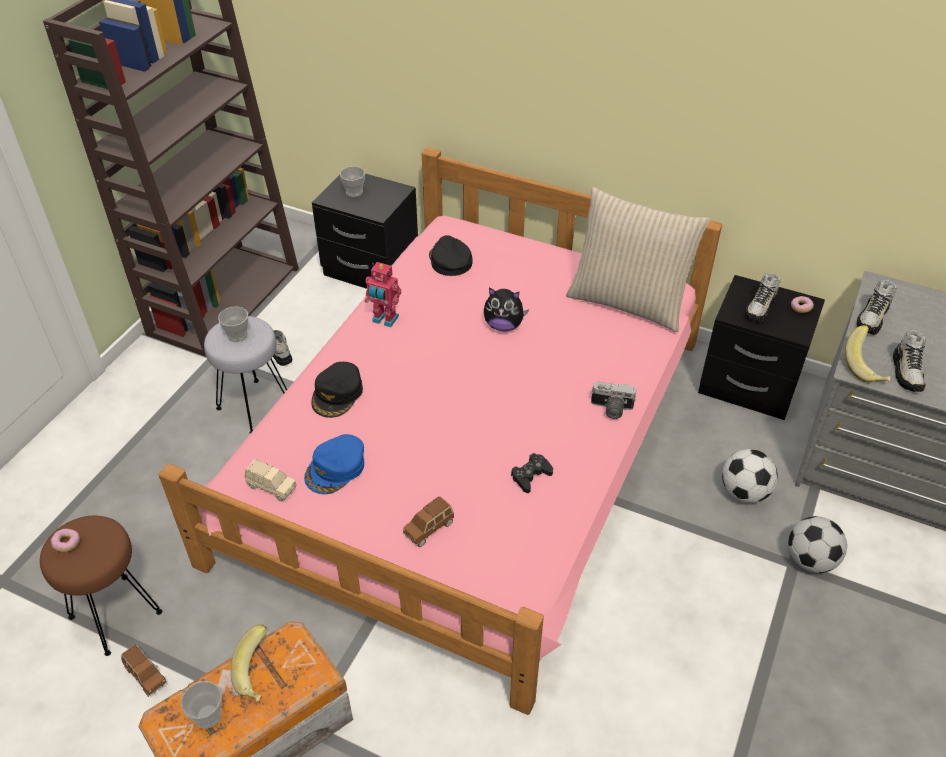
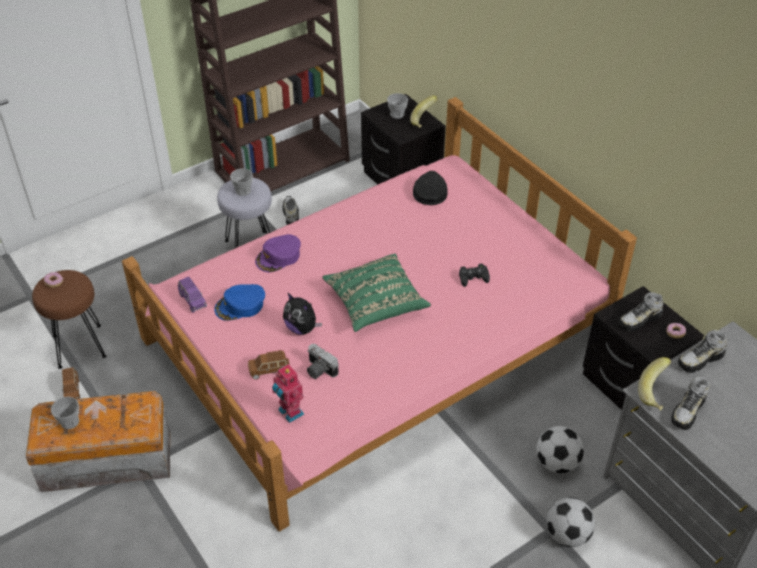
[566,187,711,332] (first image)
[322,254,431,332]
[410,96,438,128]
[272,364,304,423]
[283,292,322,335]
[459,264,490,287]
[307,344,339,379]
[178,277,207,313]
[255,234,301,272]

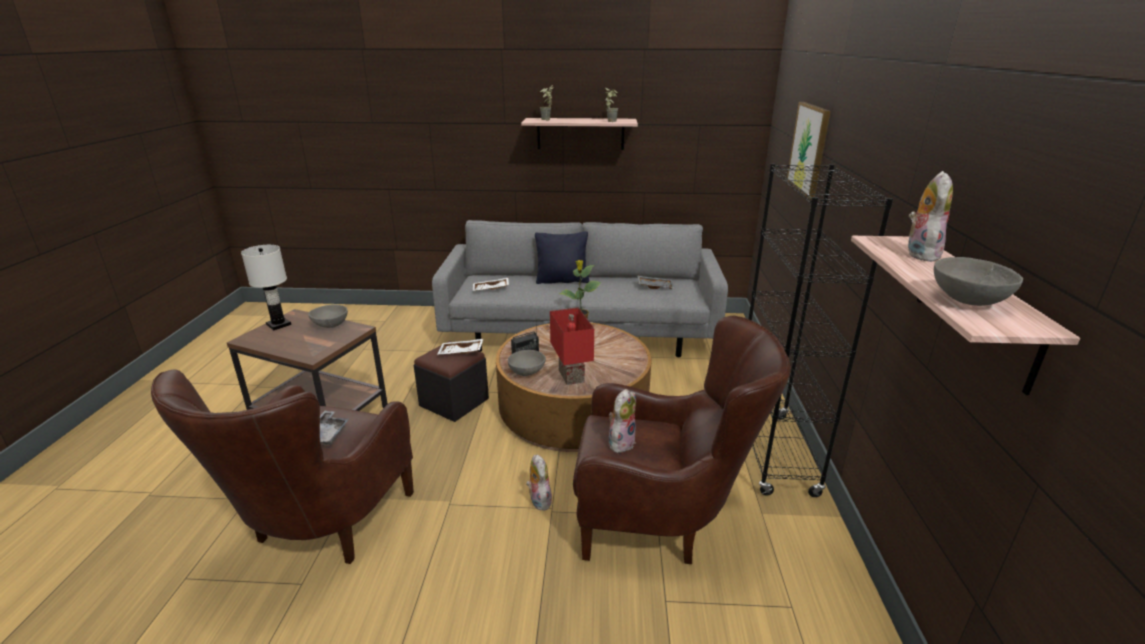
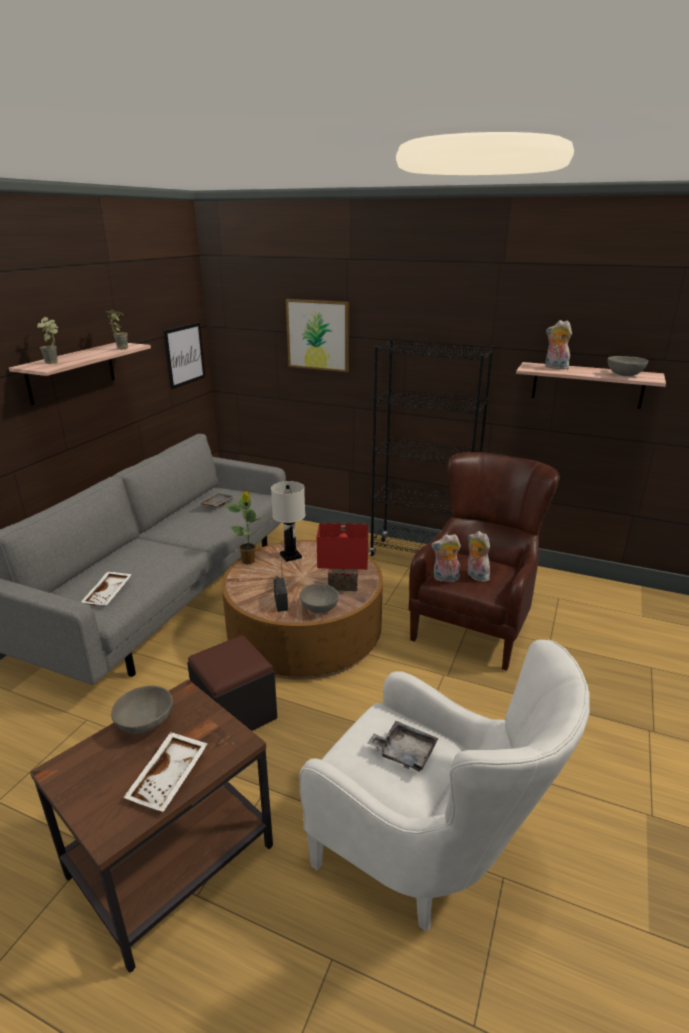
[535,231,589,284] (first image)
[163,322,205,389]
[271,481,305,562]
[123,732,208,812]
[431,534,461,582]
[299,640,590,932]

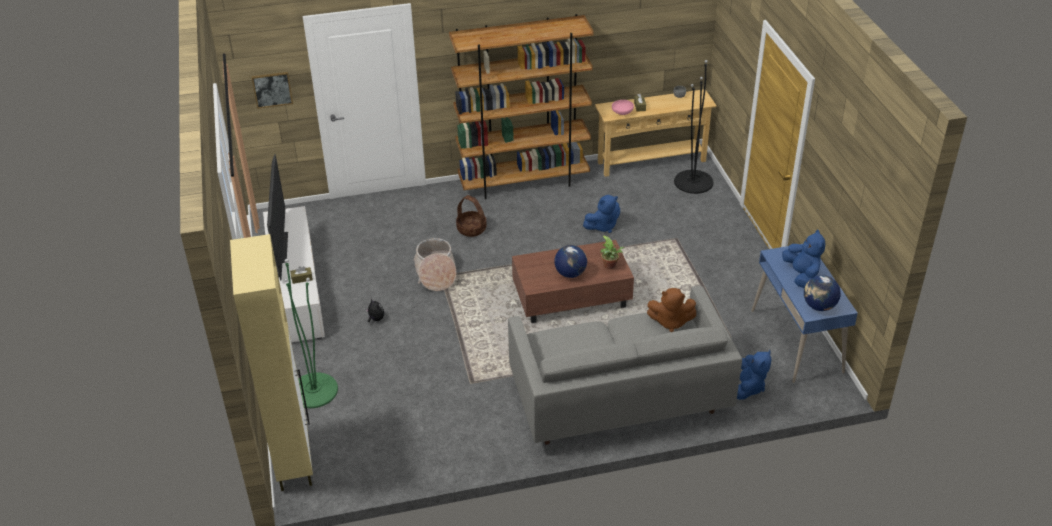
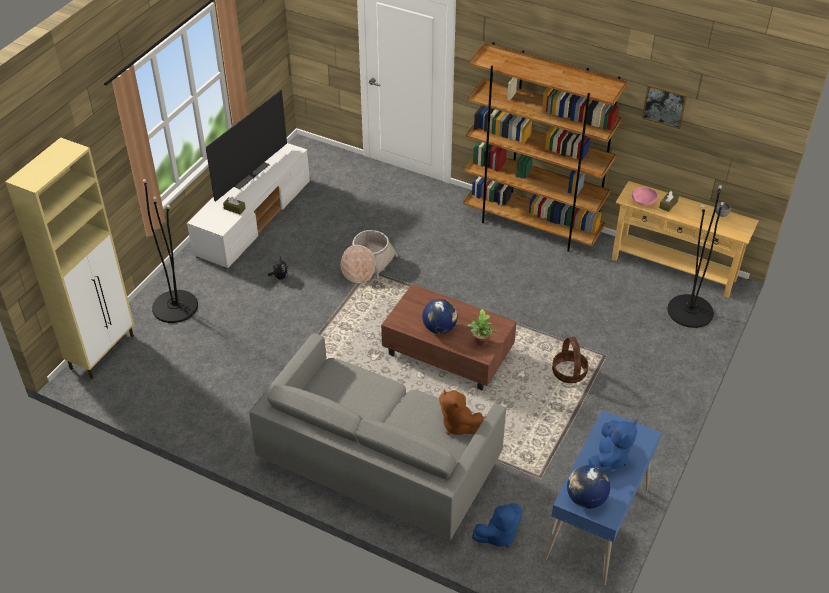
[583,195,620,233] (first image)
[642,84,687,129]
[552,337,589,383]
[143,179,198,323]

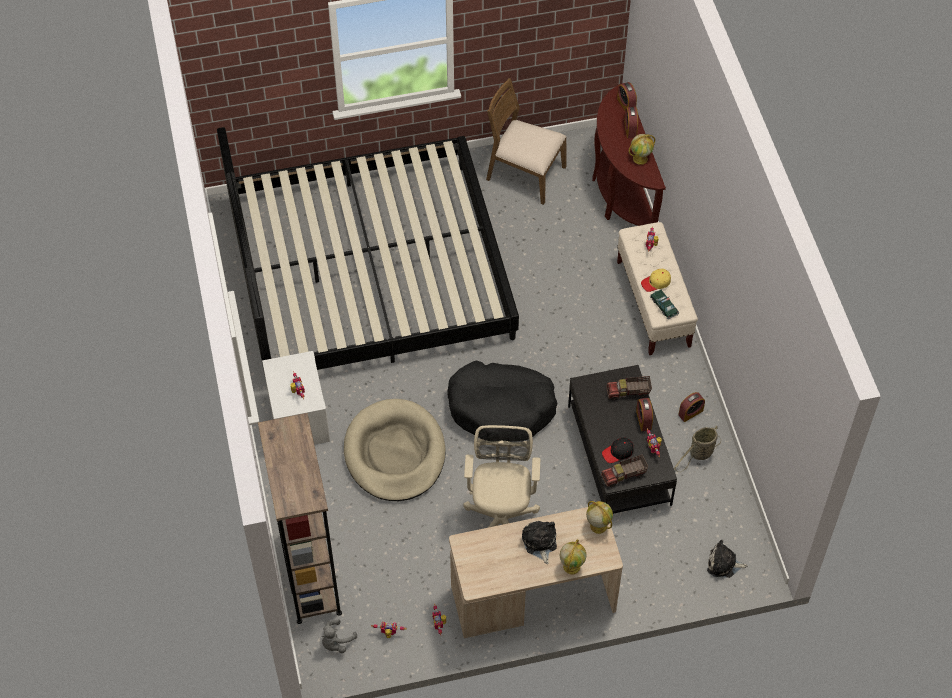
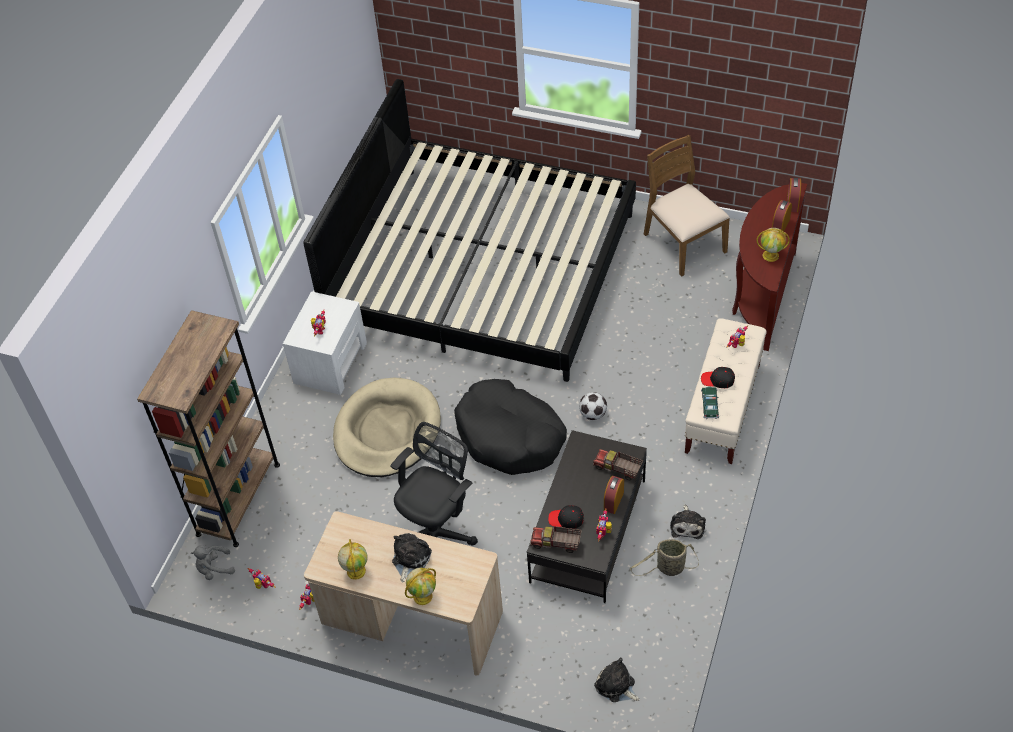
[579,392,607,420]
[338,539,368,580]
[670,504,706,539]
[390,422,478,546]
[701,367,735,388]

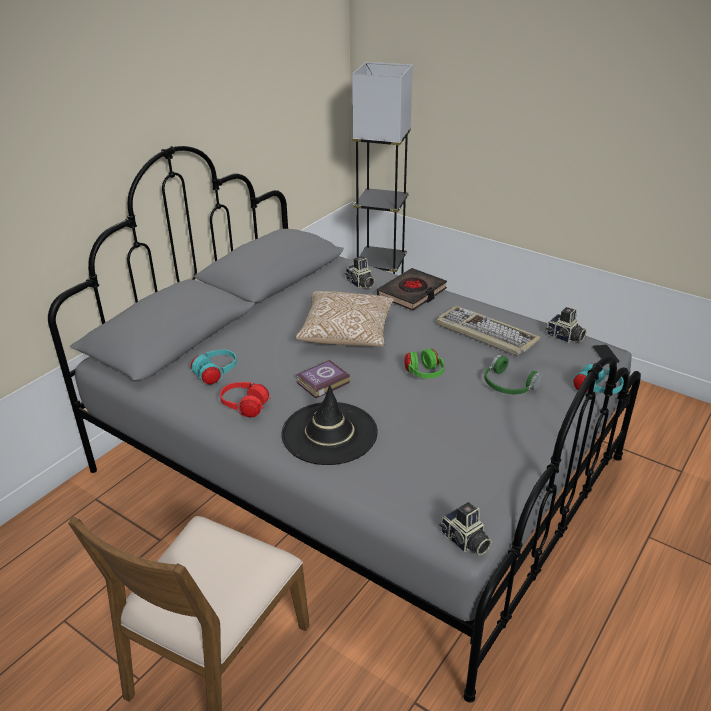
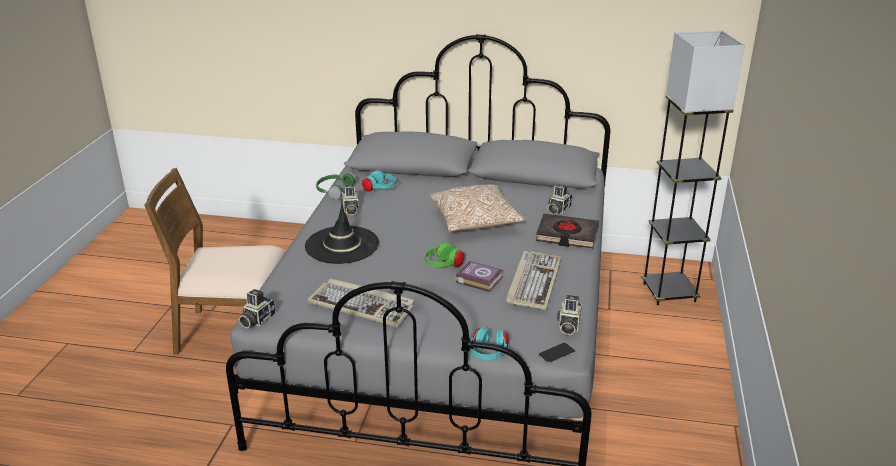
[307,278,414,327]
[456,261,503,292]
[316,172,356,199]
[341,184,359,215]

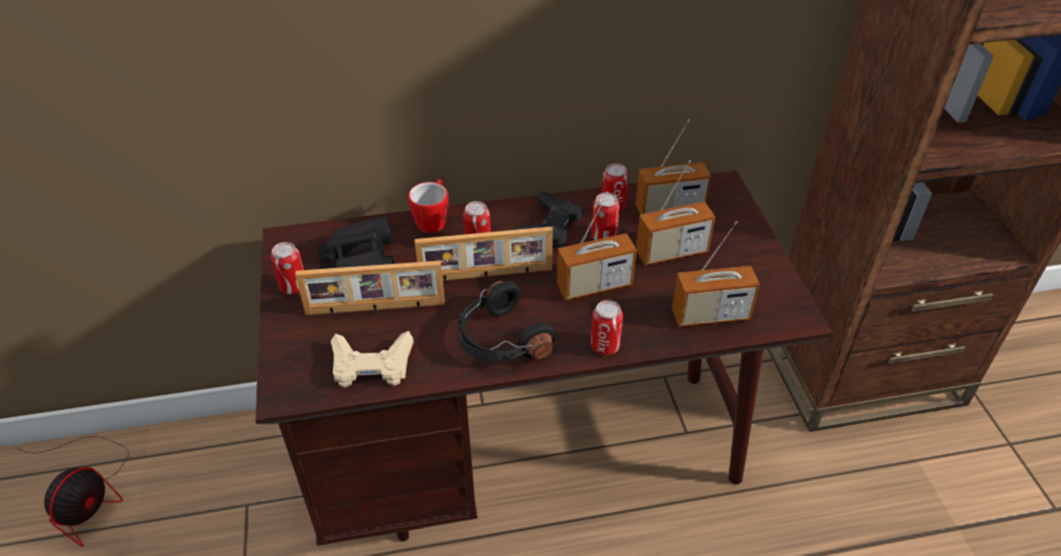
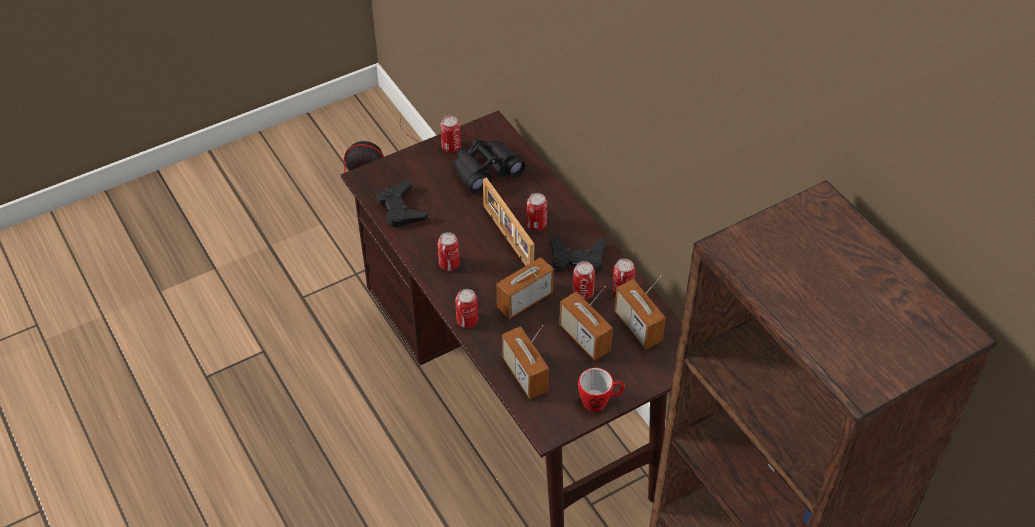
[295,261,445,315] (first image)
[578,368,625,411]
[437,232,460,271]
[376,179,428,228]
[497,257,554,319]

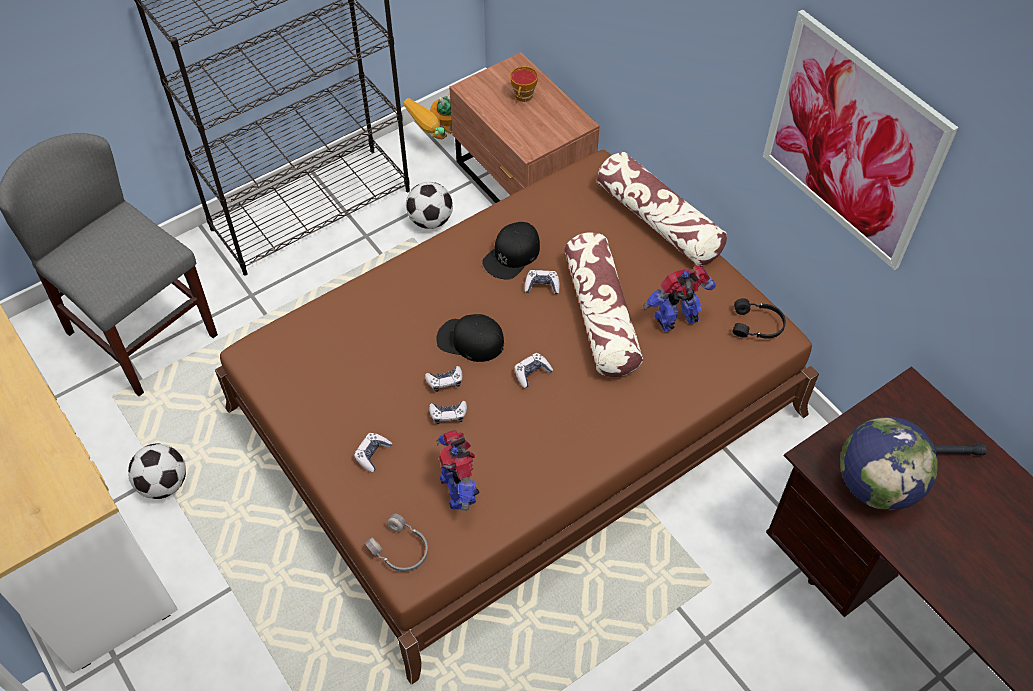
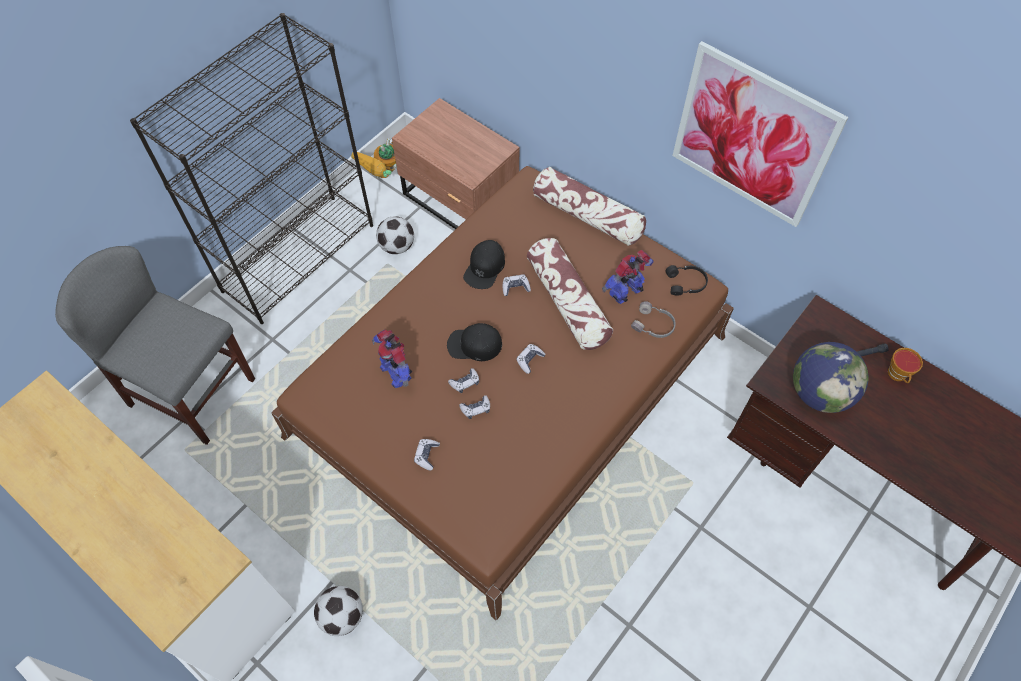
[314,586,363,636]
[631,301,676,338]
[372,330,412,388]
[888,348,923,383]

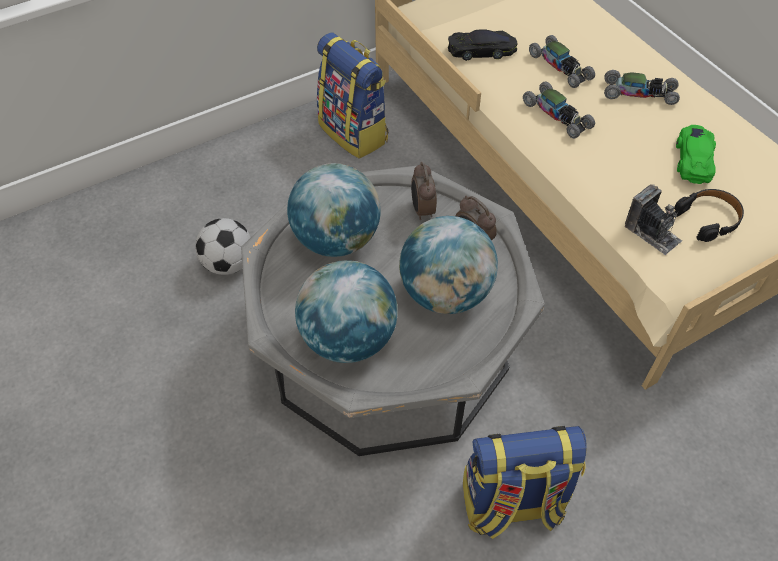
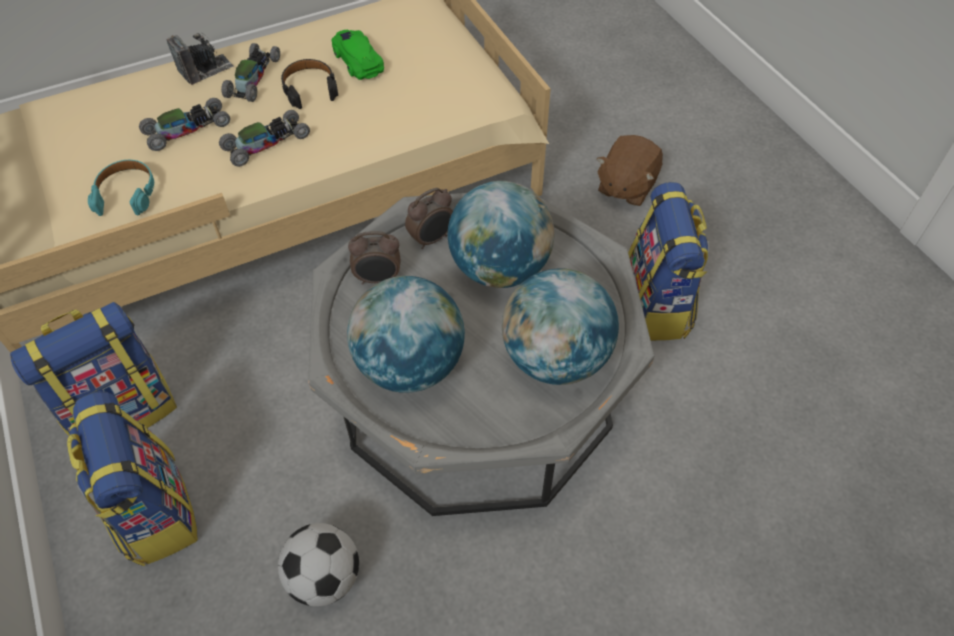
[67,391,198,566]
[597,135,663,206]
[167,33,234,85]
[281,59,338,109]
[88,160,154,216]
[331,30,384,80]

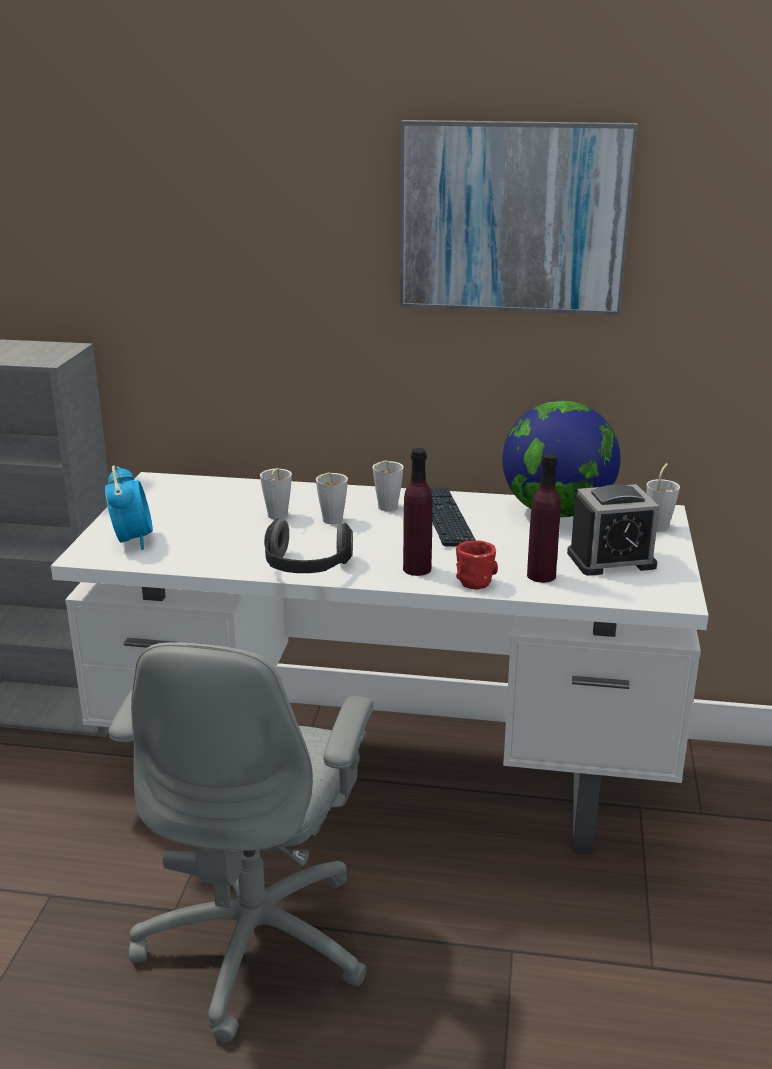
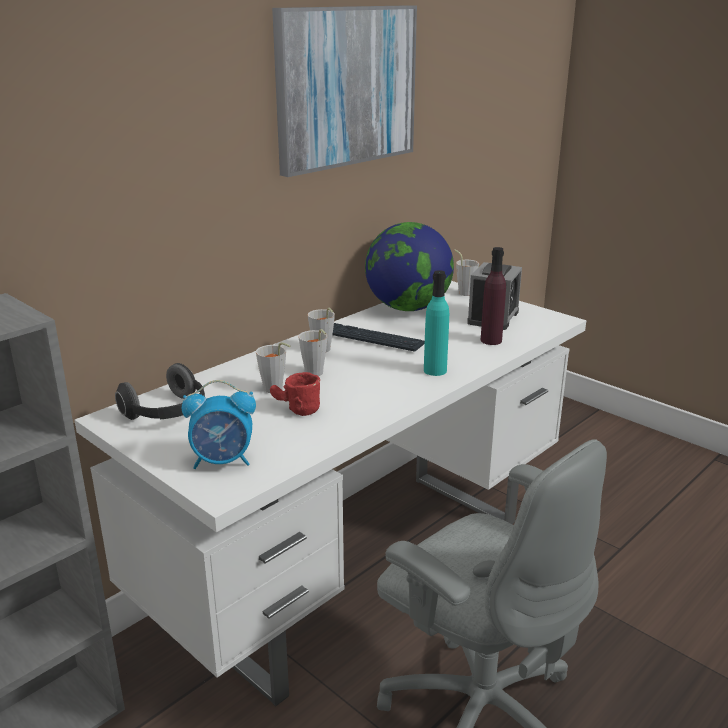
[115,363,205,420]
[270,372,320,416]
[424,270,449,376]
[182,380,256,469]

